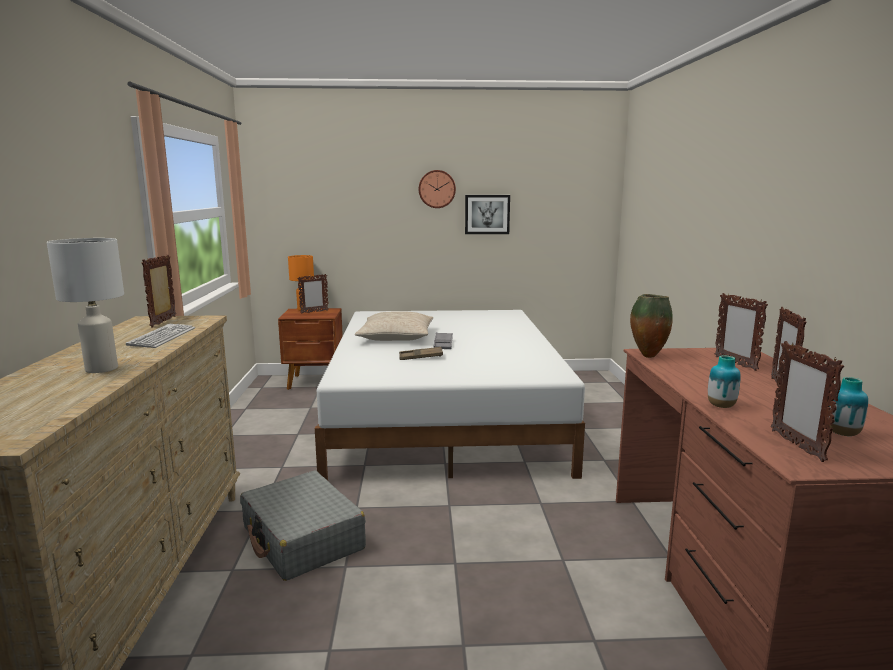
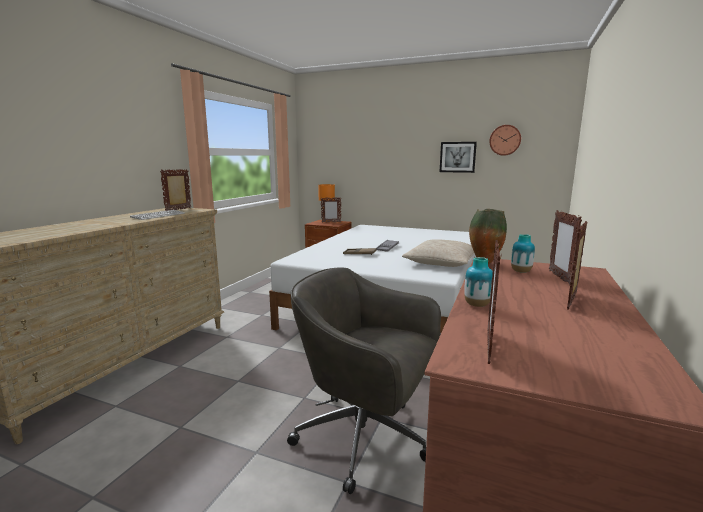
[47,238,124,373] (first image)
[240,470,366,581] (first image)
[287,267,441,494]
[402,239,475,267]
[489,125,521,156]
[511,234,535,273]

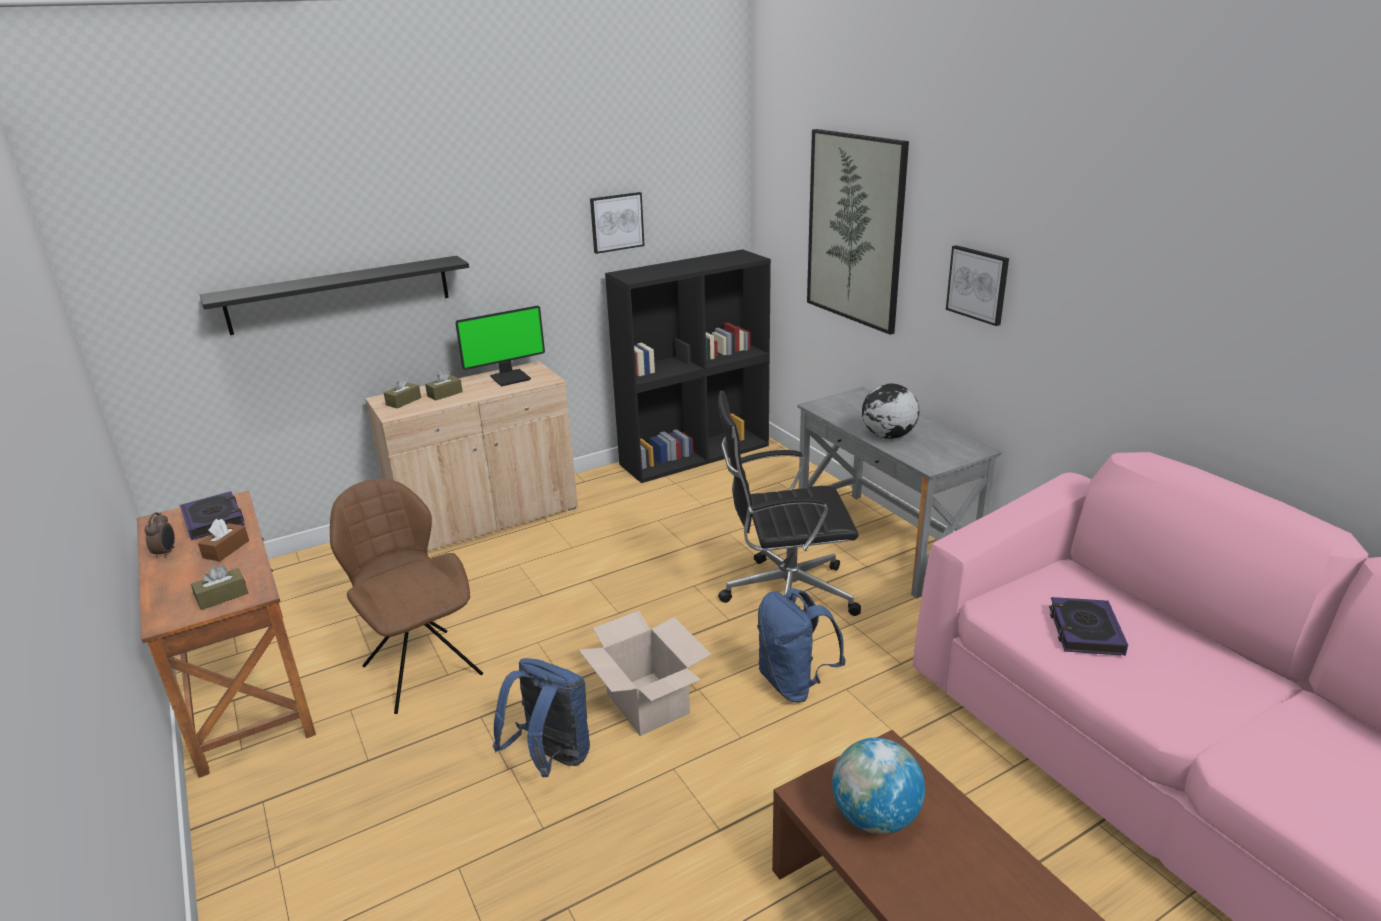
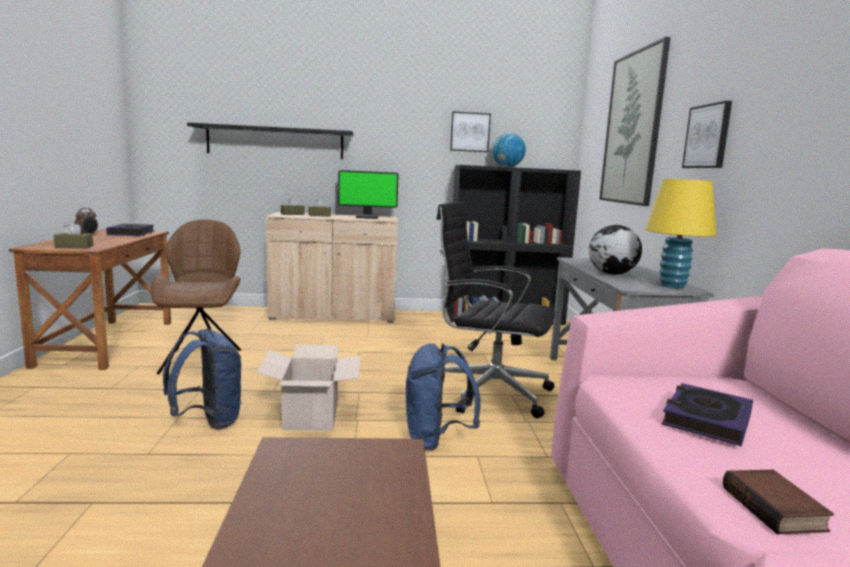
[198,519,249,561] (first image)
[645,179,717,288]
[723,470,834,535]
[492,133,526,167]

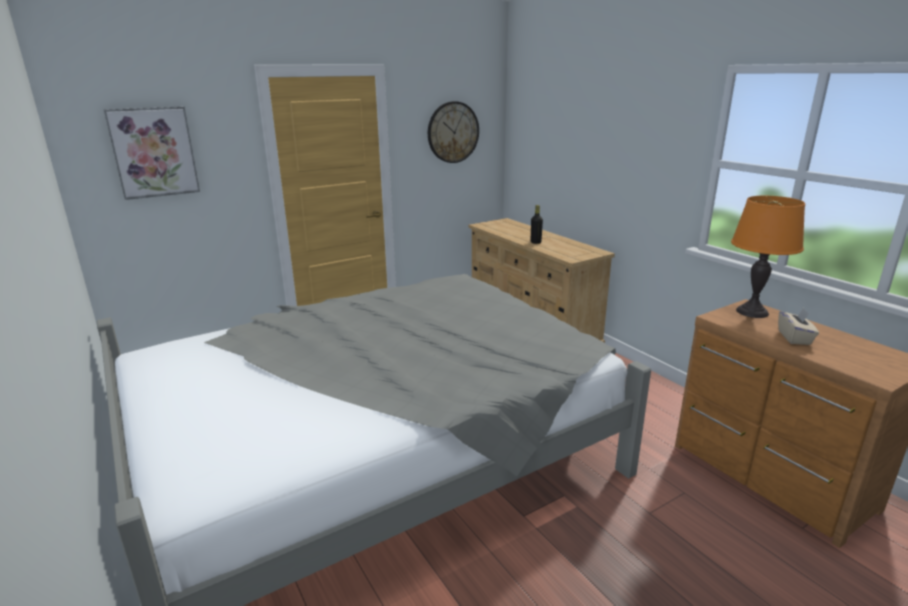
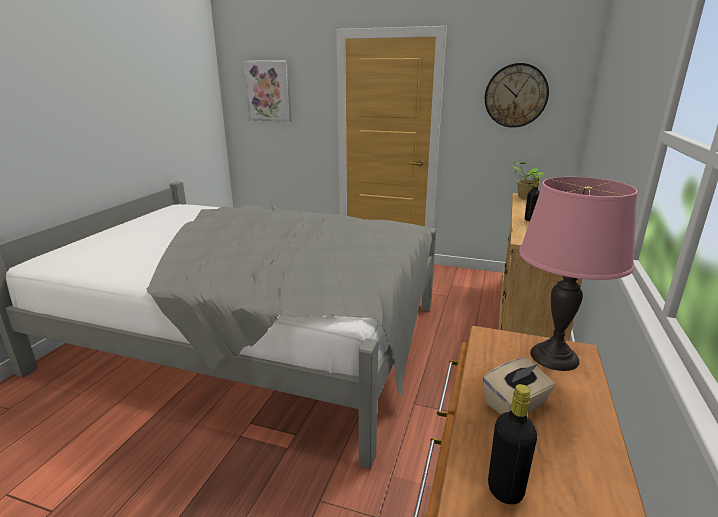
[488,384,537,505]
[512,161,543,199]
[519,177,638,371]

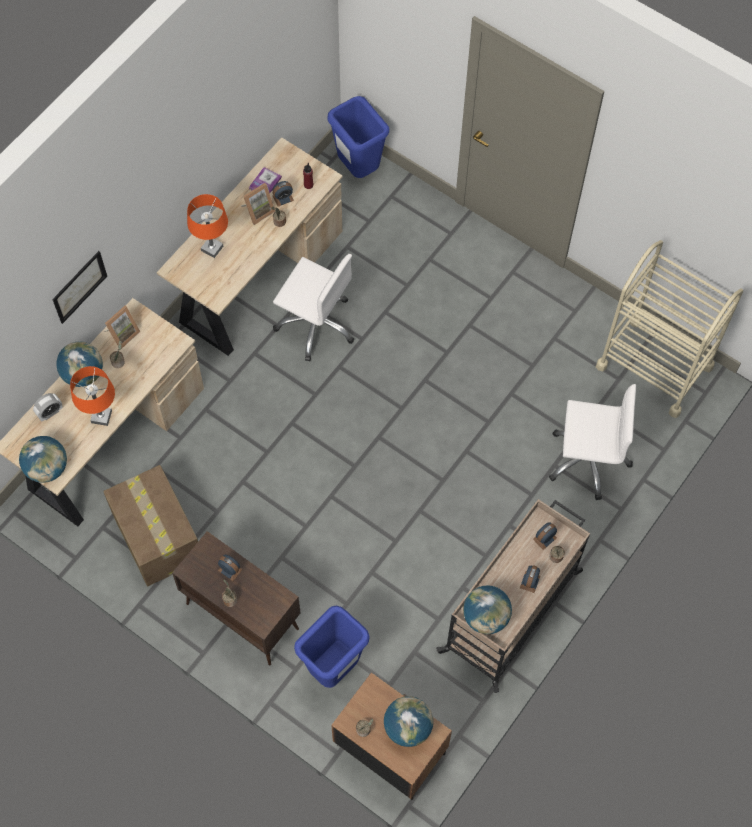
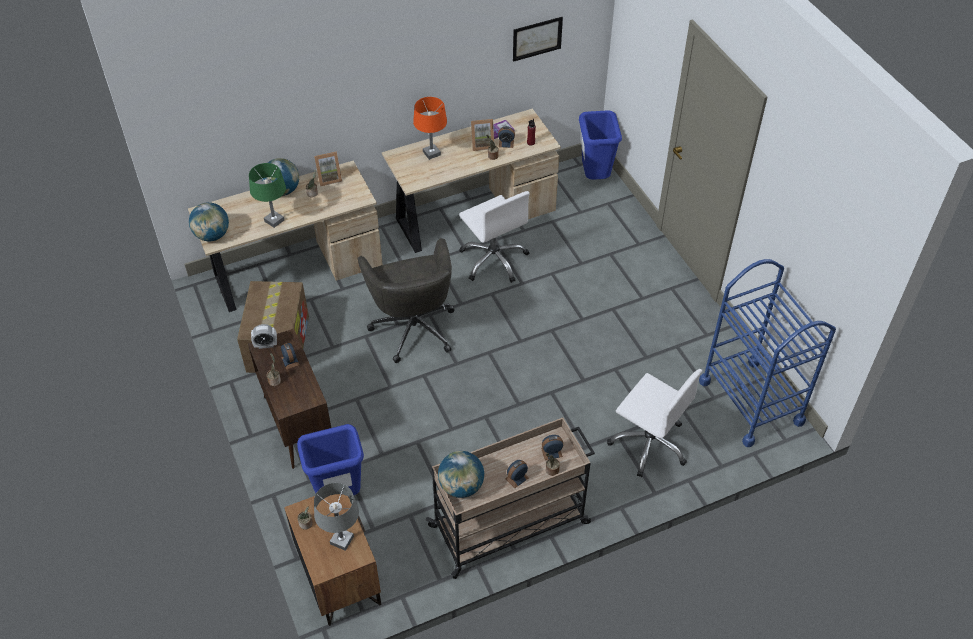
[357,238,455,363]
[251,324,277,349]
[513,17,563,62]
[314,483,359,551]
[249,163,286,228]
[699,259,836,447]

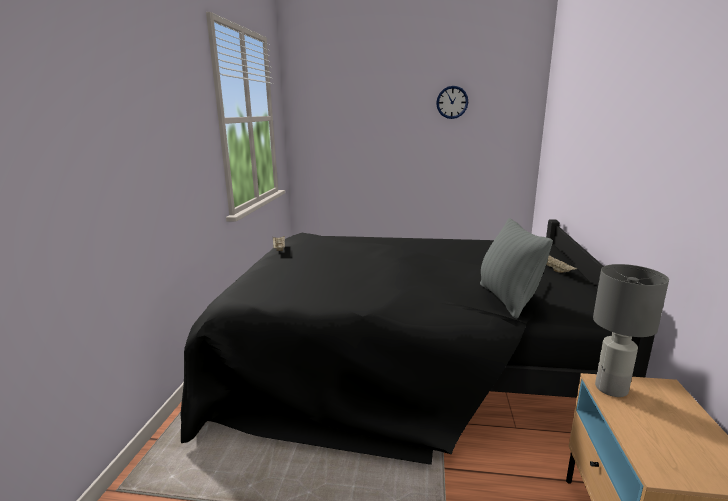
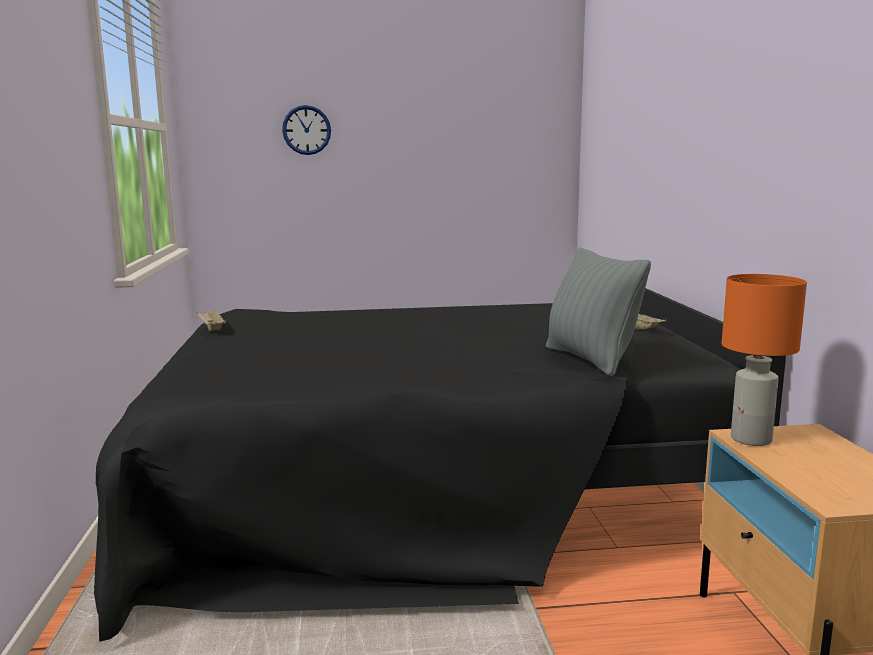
[282,105,331,155]
[722,274,807,446]

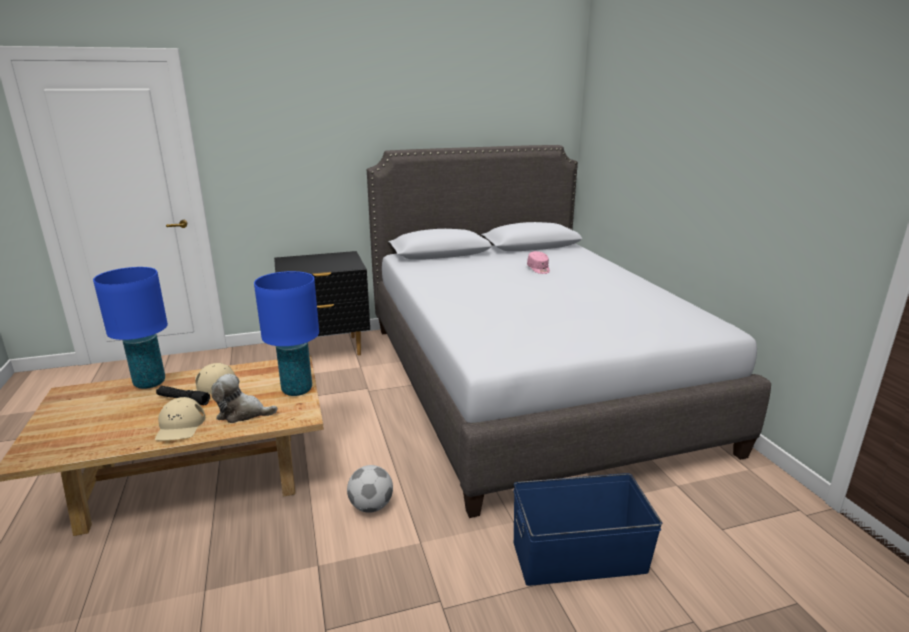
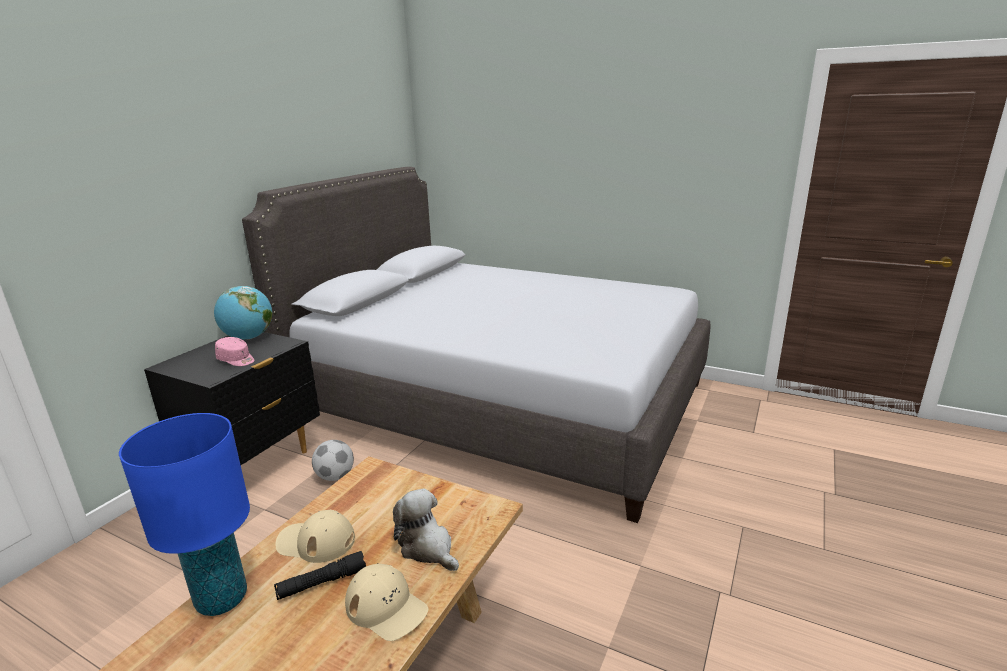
[254,271,319,396] (first image)
[514,473,663,586] (first image)
[214,286,273,339]
[312,440,354,481]
[215,337,254,366]
[393,488,459,571]

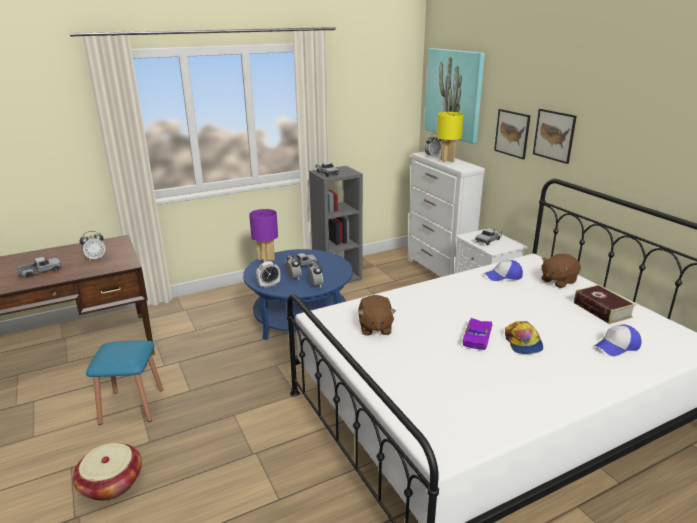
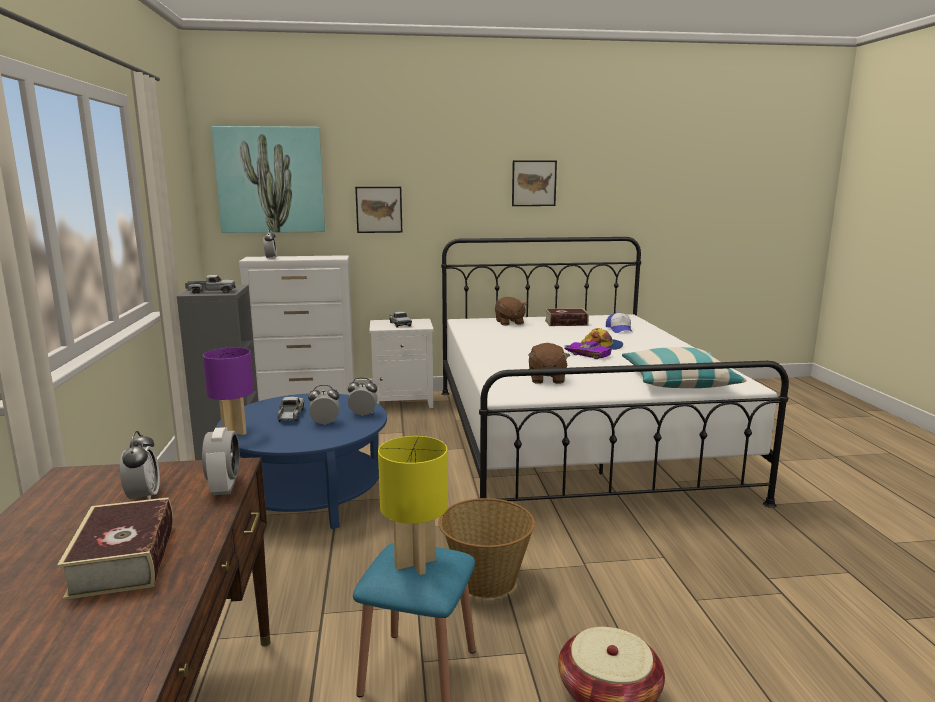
[485,260,523,281] (first image)
[438,498,535,598]
[622,347,747,388]
[202,427,239,495]
[378,436,448,575]
[512,160,557,206]
[57,497,173,600]
[528,343,570,384]

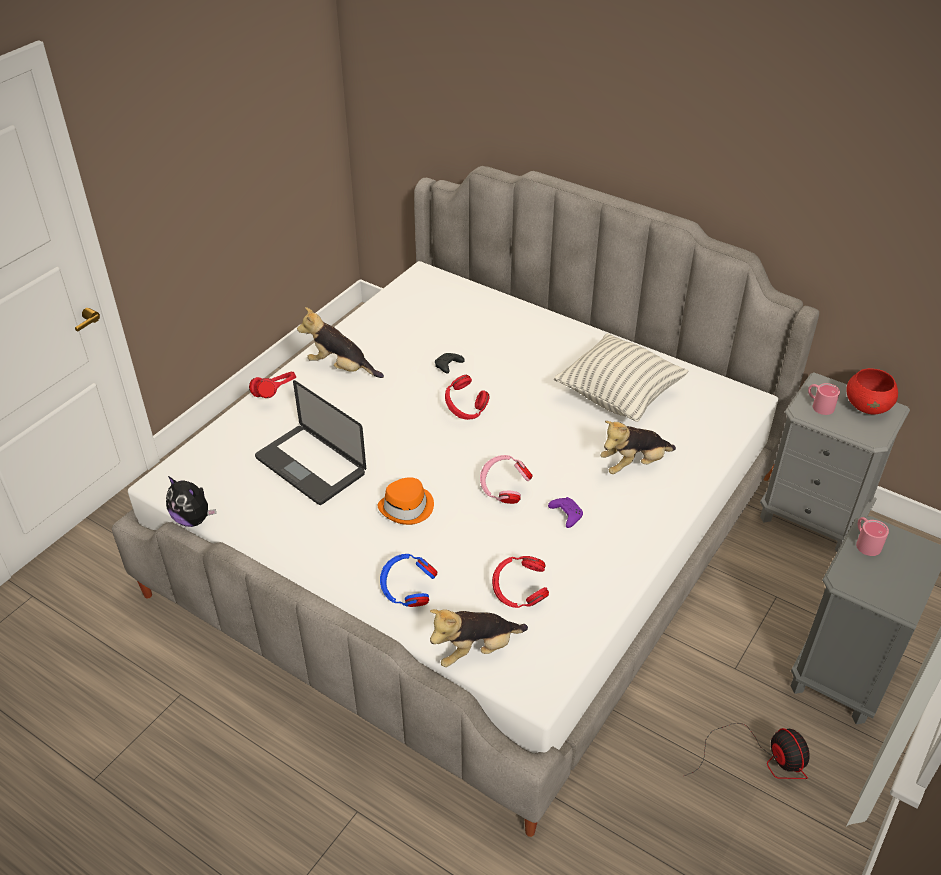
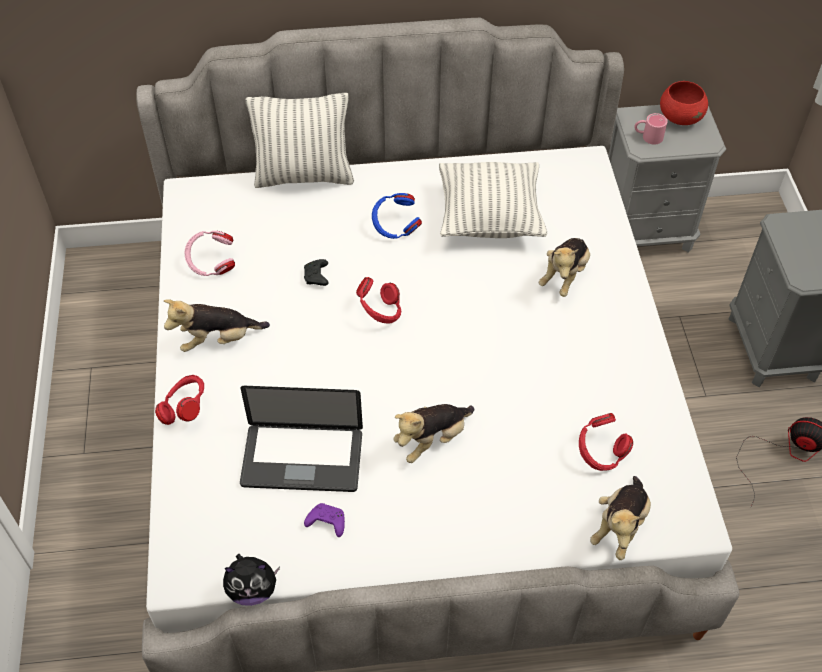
[856,517,889,556] (first image)
[245,93,354,188]
[372,193,422,239]
[184,231,235,276]
[304,503,345,537]
[394,404,474,463]

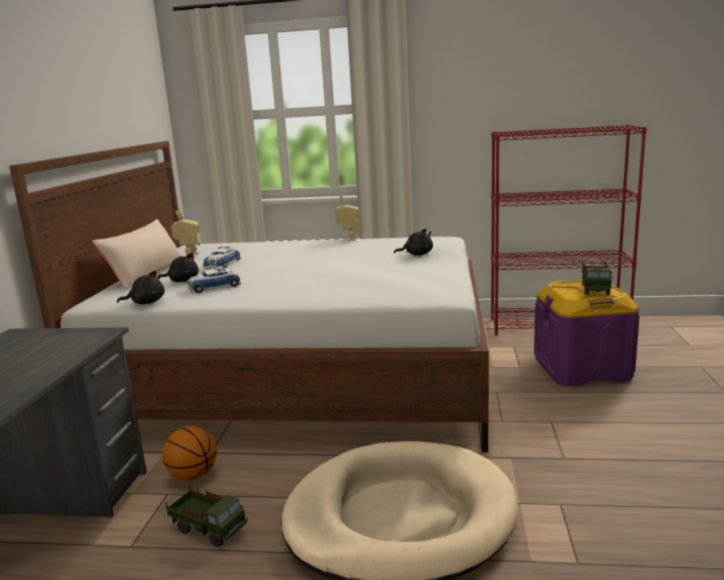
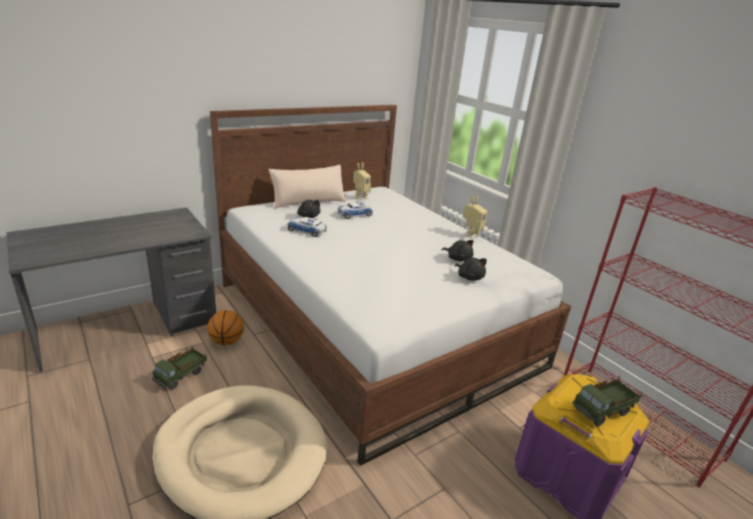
[442,240,474,262]
[152,345,207,390]

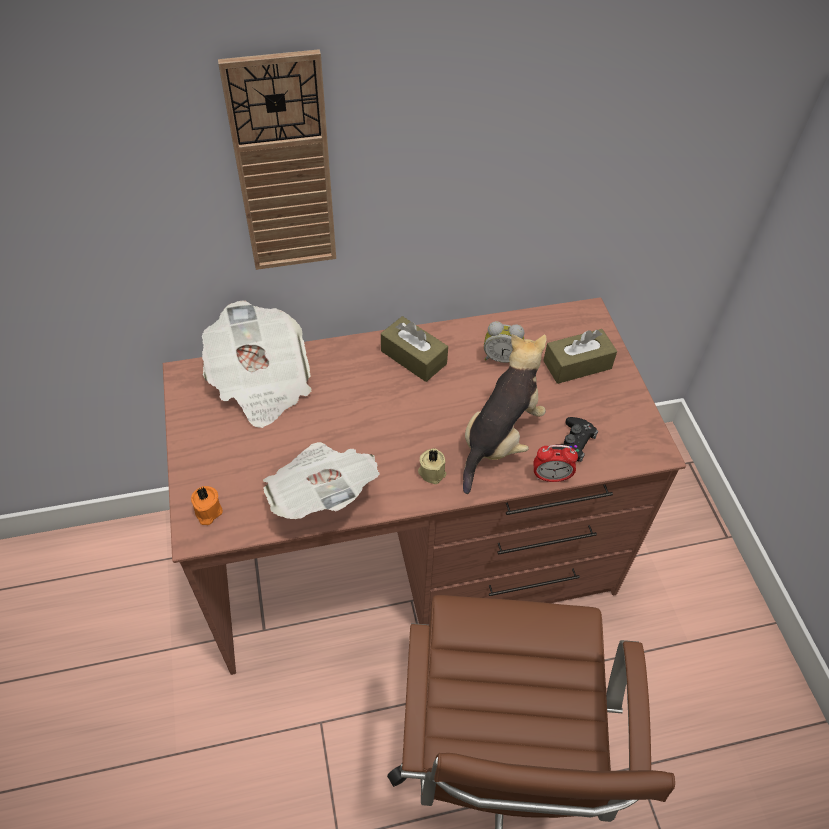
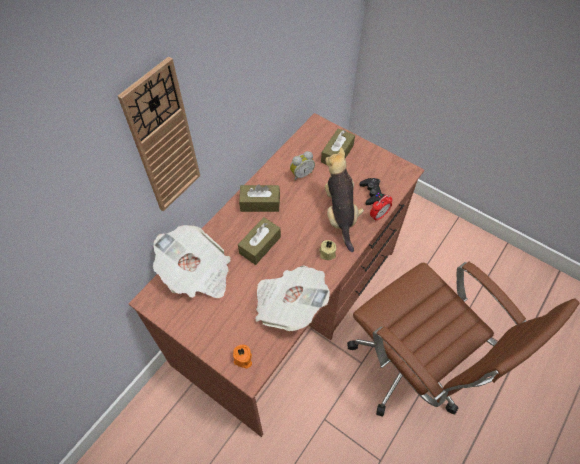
[238,217,281,265]

